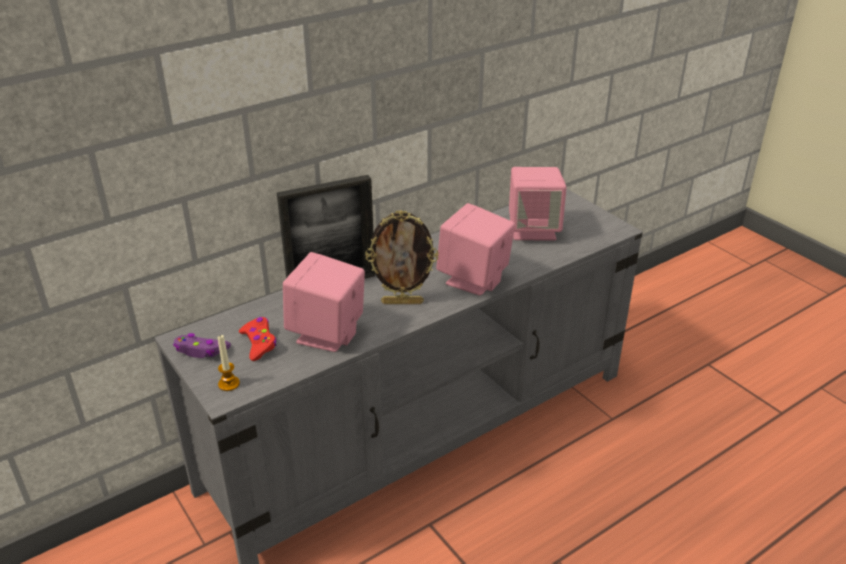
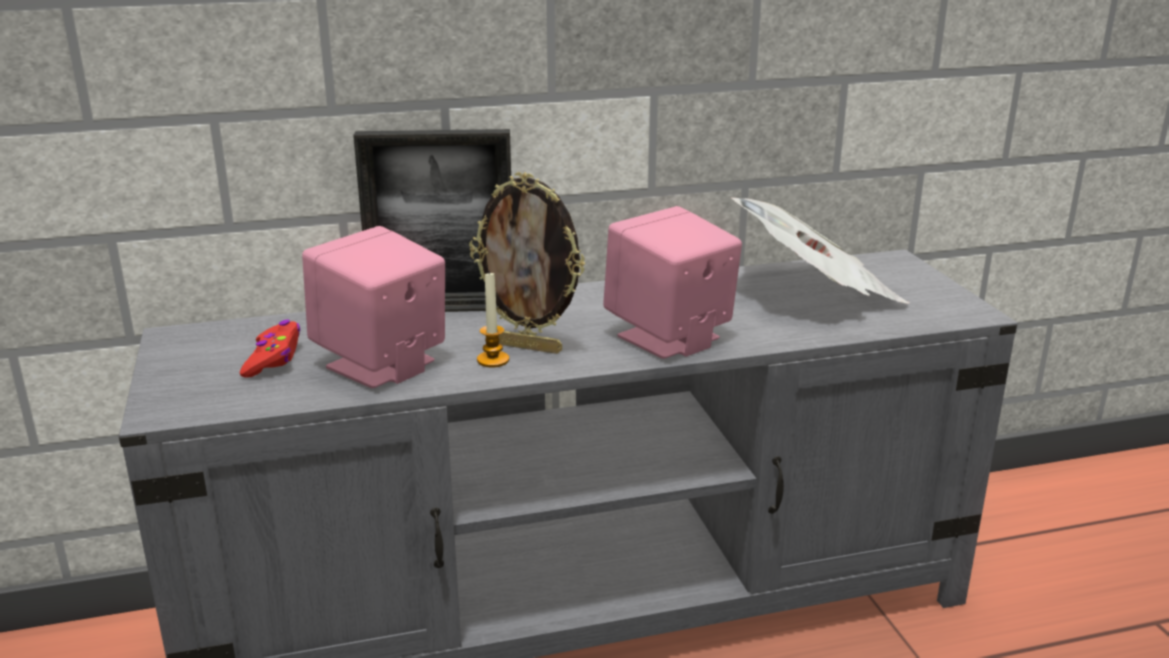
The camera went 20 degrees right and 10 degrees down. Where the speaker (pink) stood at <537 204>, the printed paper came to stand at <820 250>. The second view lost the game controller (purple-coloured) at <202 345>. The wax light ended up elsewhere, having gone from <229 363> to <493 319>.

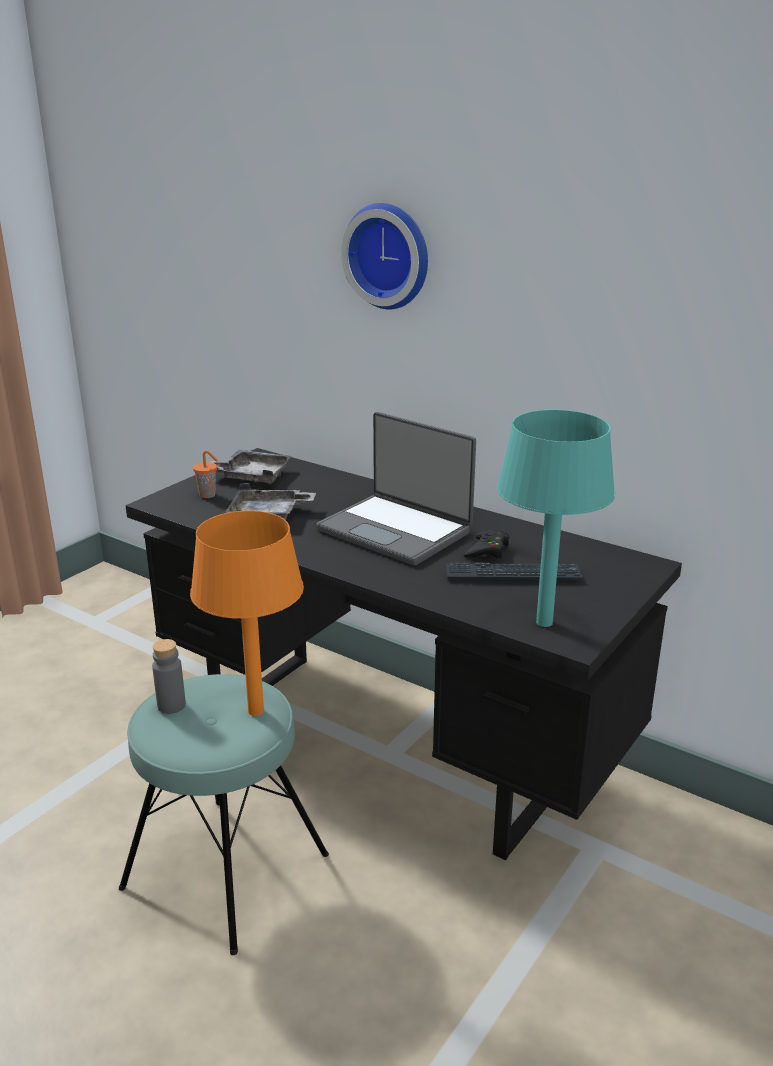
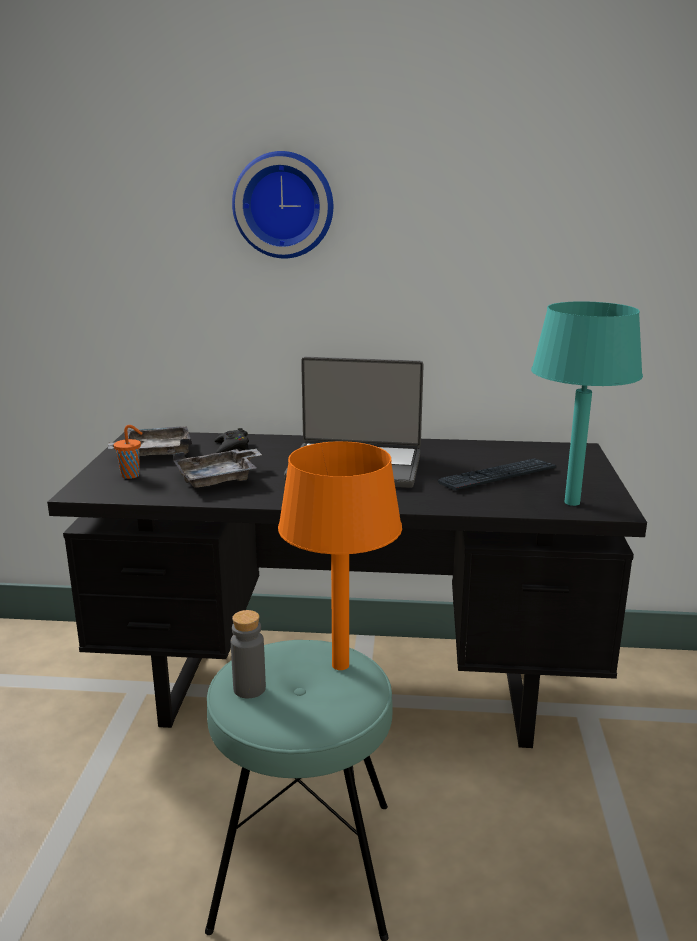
The camera went 30 degrees left and 5 degrees down. The game controller (black-coloured) ended up elsewhere, having gone from <487 543> to <231 440>.

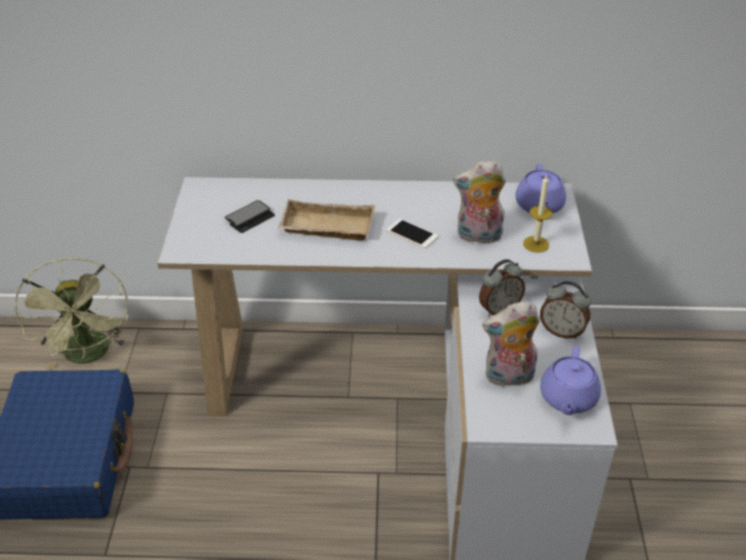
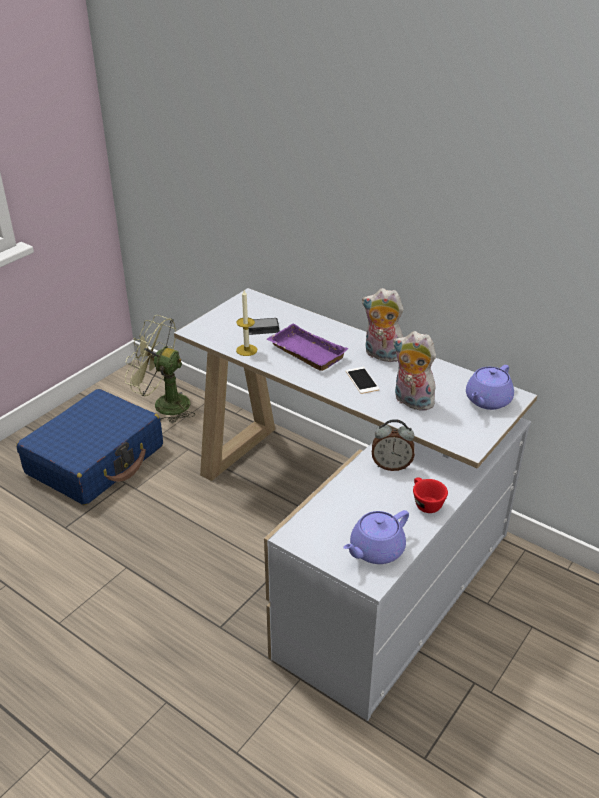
The camera went 35 degrees right and 5 degrees down. The wax light ended up elsewhere, having gone from <537 213> to <246 323>. What was the tray (beige) at <326 220> turned into the tray (purple-coloured) at <307 347>. The fan (greenish) at <71 314> ended up facing another way, 90 degrees clockwise from before. Where the table clock stood at <565 310>, the drinking cup (red) came to stand at <430 495>. The plush toy ended up elsewhere, having gone from <511 344> to <382 325>.

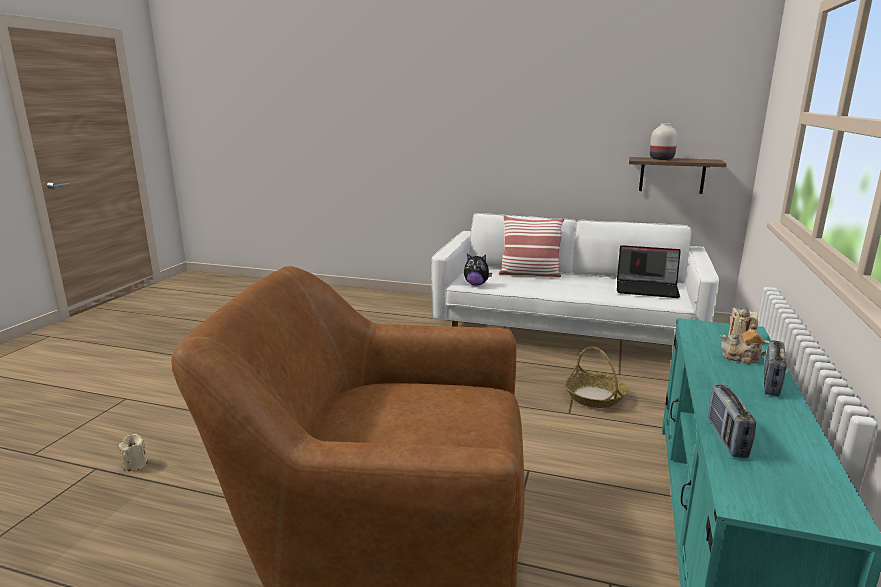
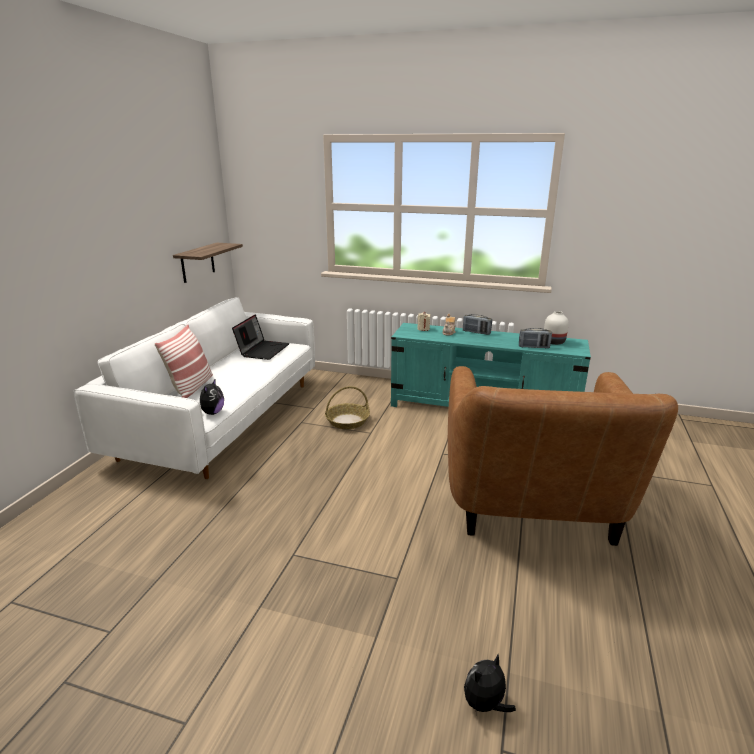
The camera went 90 degrees left and 5 degrees up. The flower vase (white-coloured) ended up elsewhere, having gone from <664 141> to <556 328>. Where the wax light (beige) stood at <133 452>, the plush toy came to stand at <490 685>.

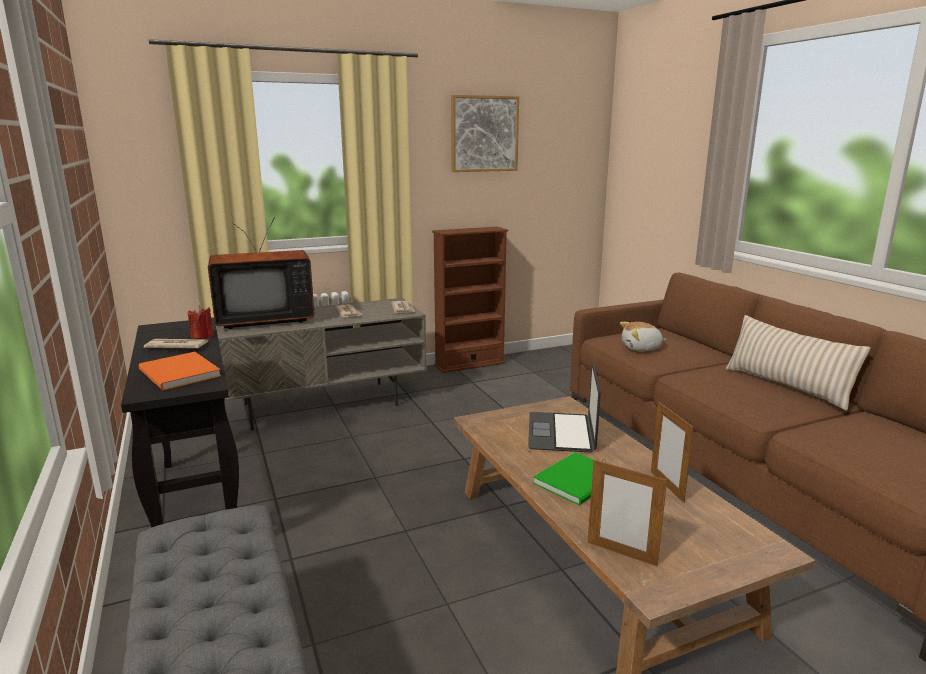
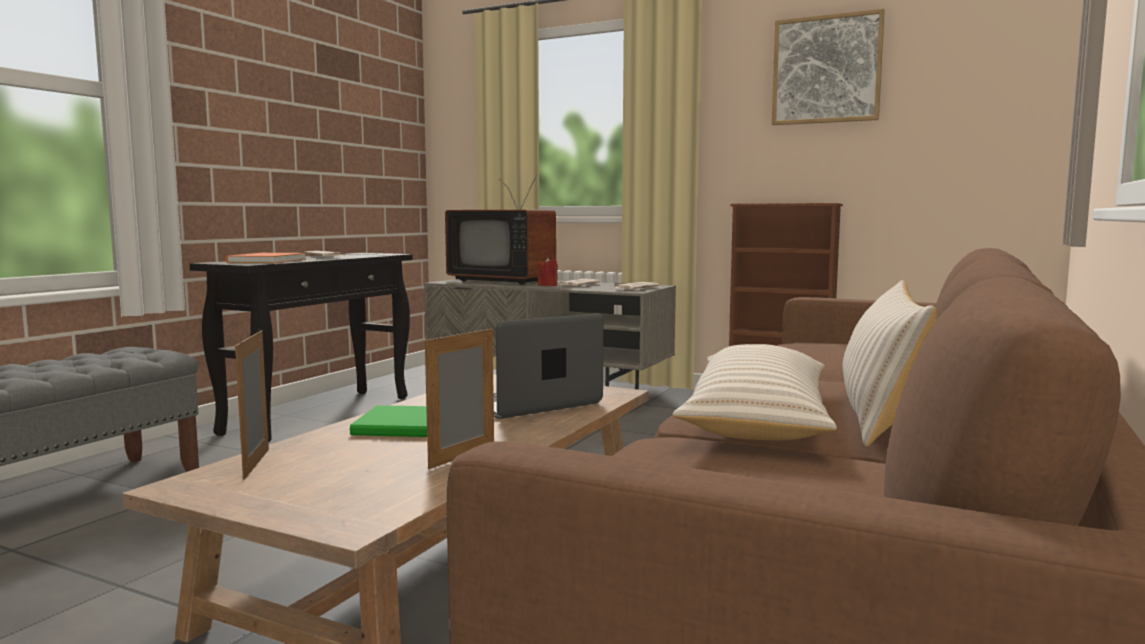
The camera went 50 degrees right and 10 degrees down. The wax light (red) ended up elsewhere, having gone from <201 322> to <547 272>. The second view lost the plush toy at <643 336>. The second view gained the pillow (beige) at <754 392>.

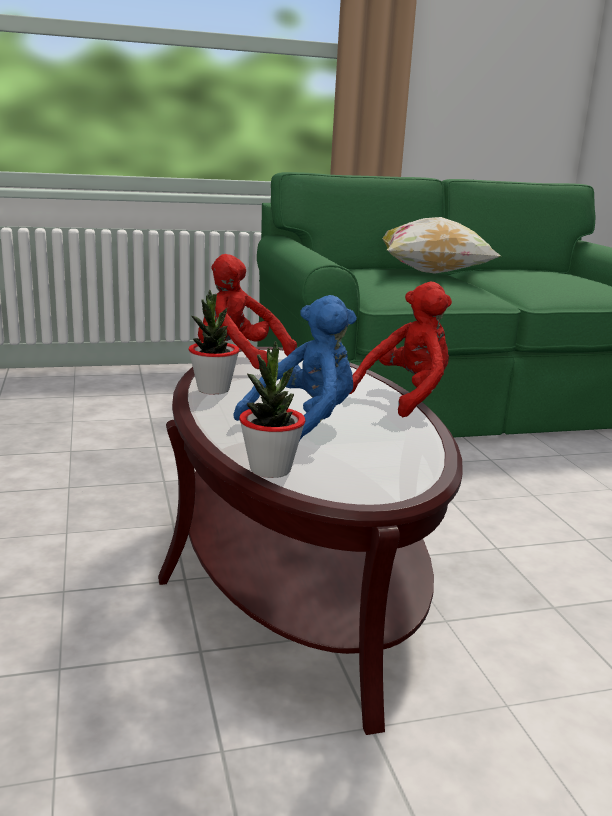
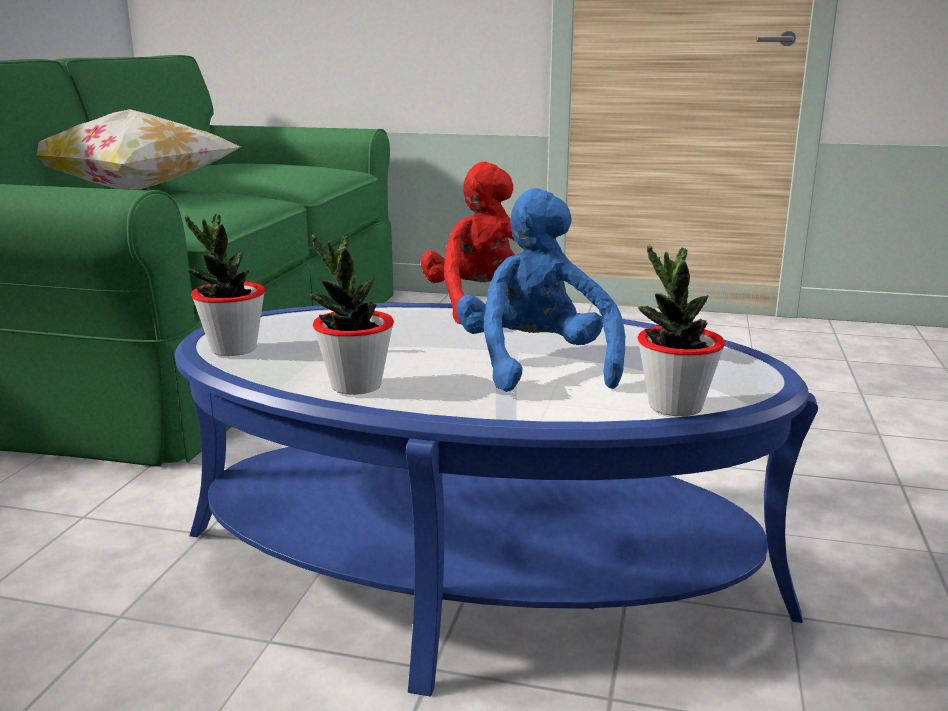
The camera went 60 degrees left and 0 degrees up. Where the plush toy (red) stood at <247 311>, the plant in a pot came to stand at <225 285>. What was the lounge table (brown) at <310 541> turned into the lounge table (bluish) at <496 500>.

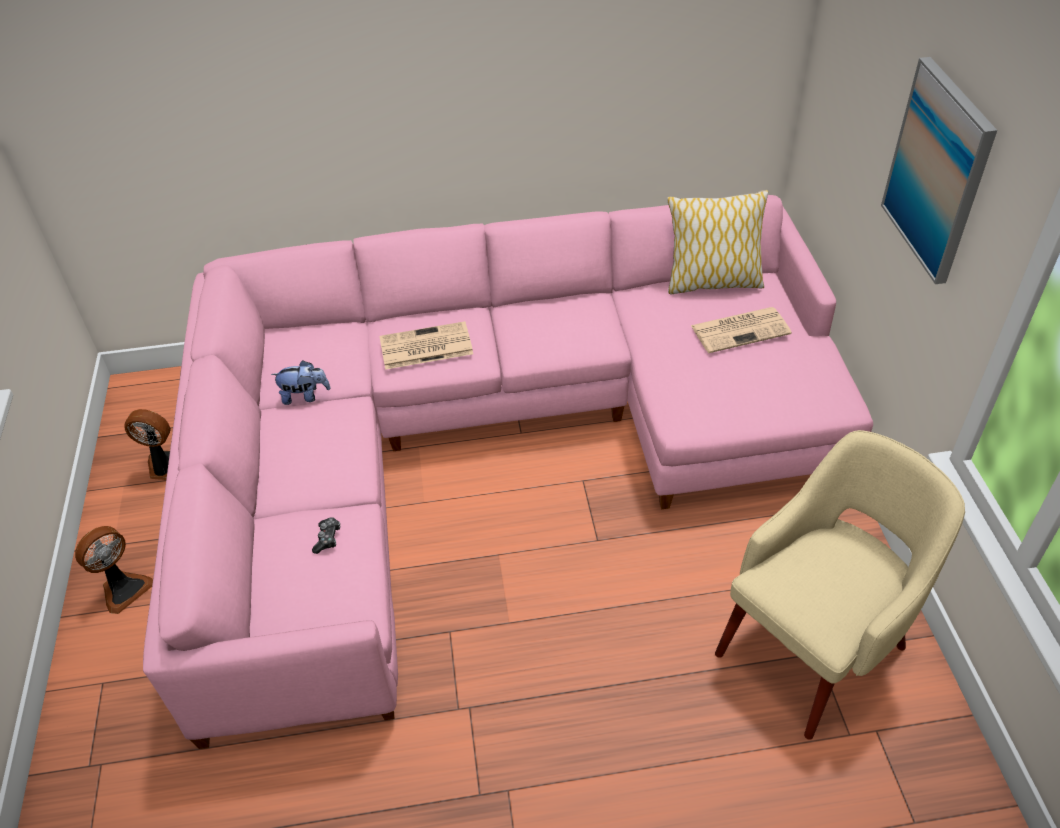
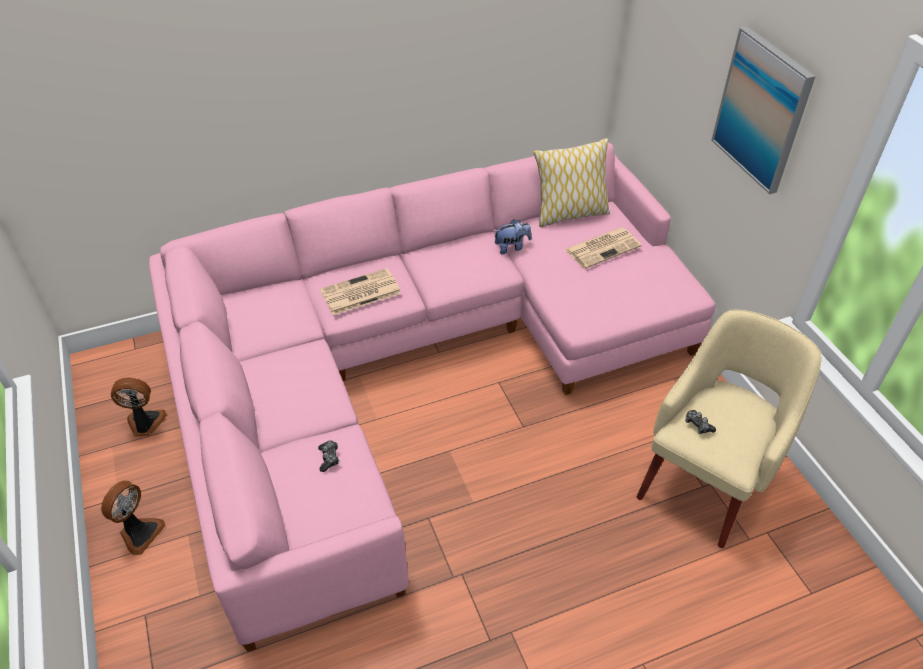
The camera went 15 degrees left and 0 degrees up. The plush toy ended up elsewhere, having gone from <300 382> to <513 236>. The second view gained the game controller at <700 422>.

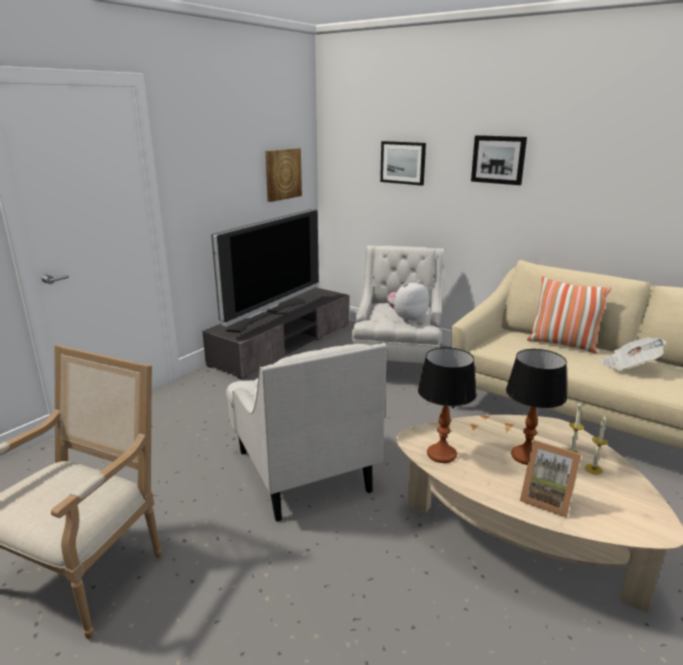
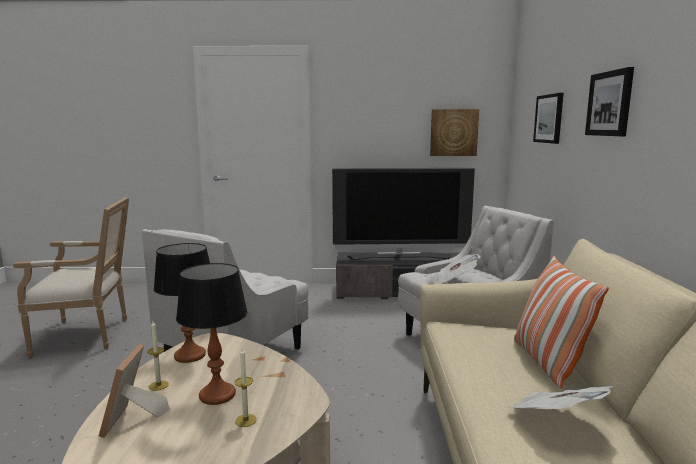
The camera went 55 degrees right and 10 degrees down. Where the plush toy stood at <408 301>, the printed paper came to stand at <454 269>. The wax light ended up elsewhere, having gone from <596 445> to <158 356>.

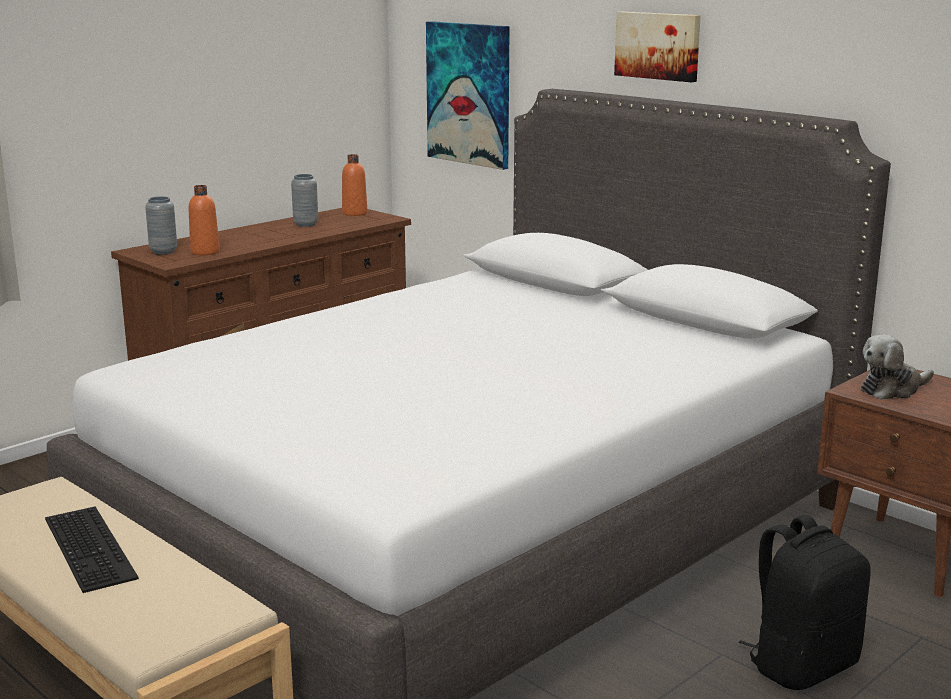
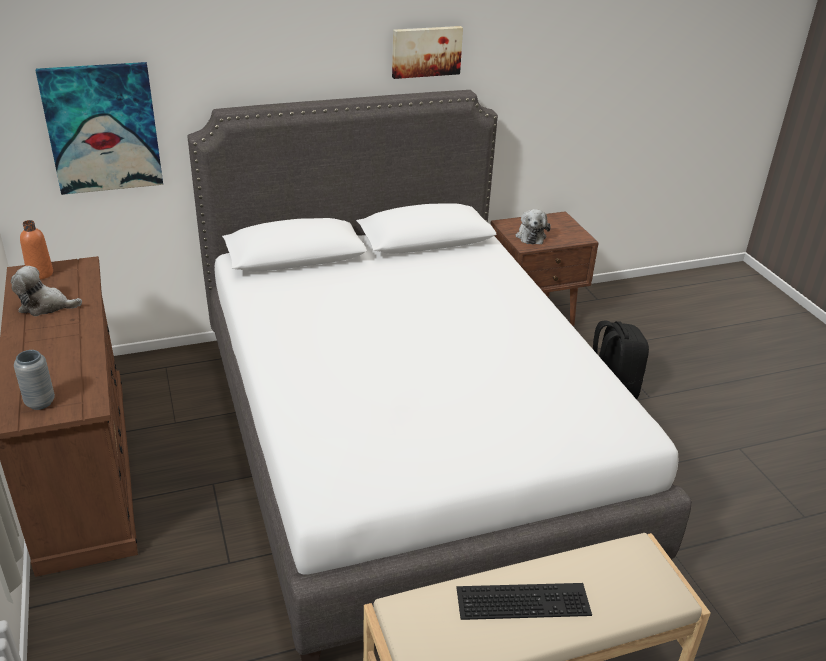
The camera went 65 degrees left and 15 degrees up. The picture ended up elsewhere, having gone from <657 47> to <427 52>. Where the flower vase (grey) stood at <304 200>, the plush toy came to stand at <46 291>. The second view lost the drink bottle (orange-coloured) at <204 220>.

